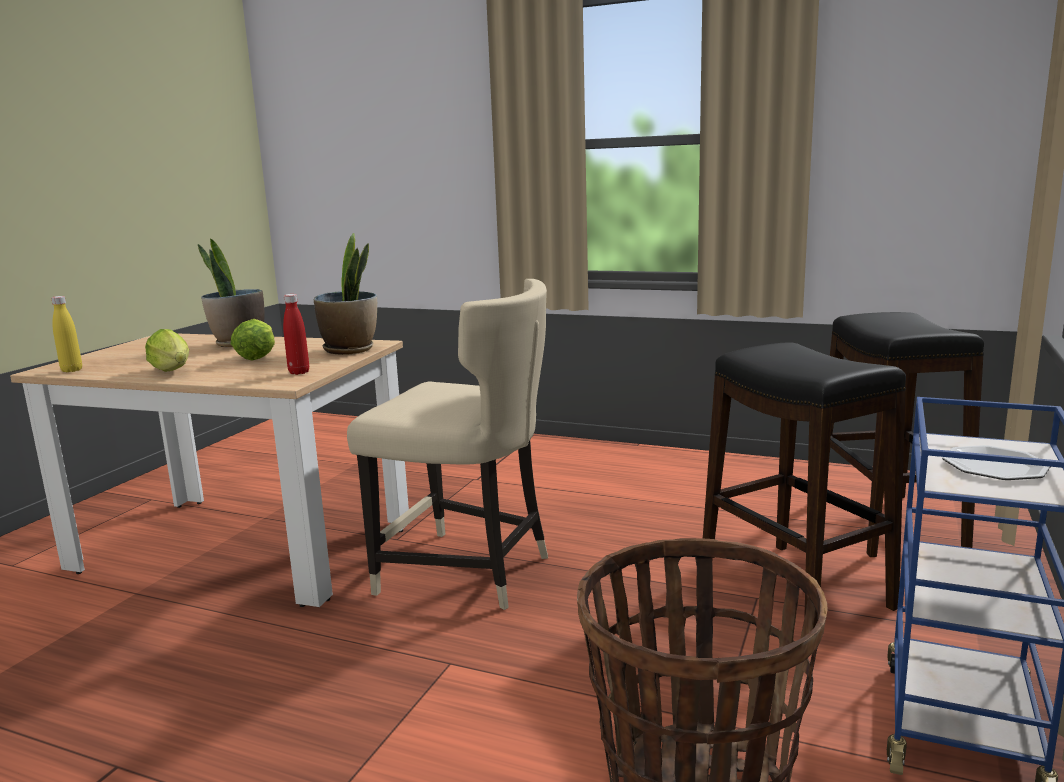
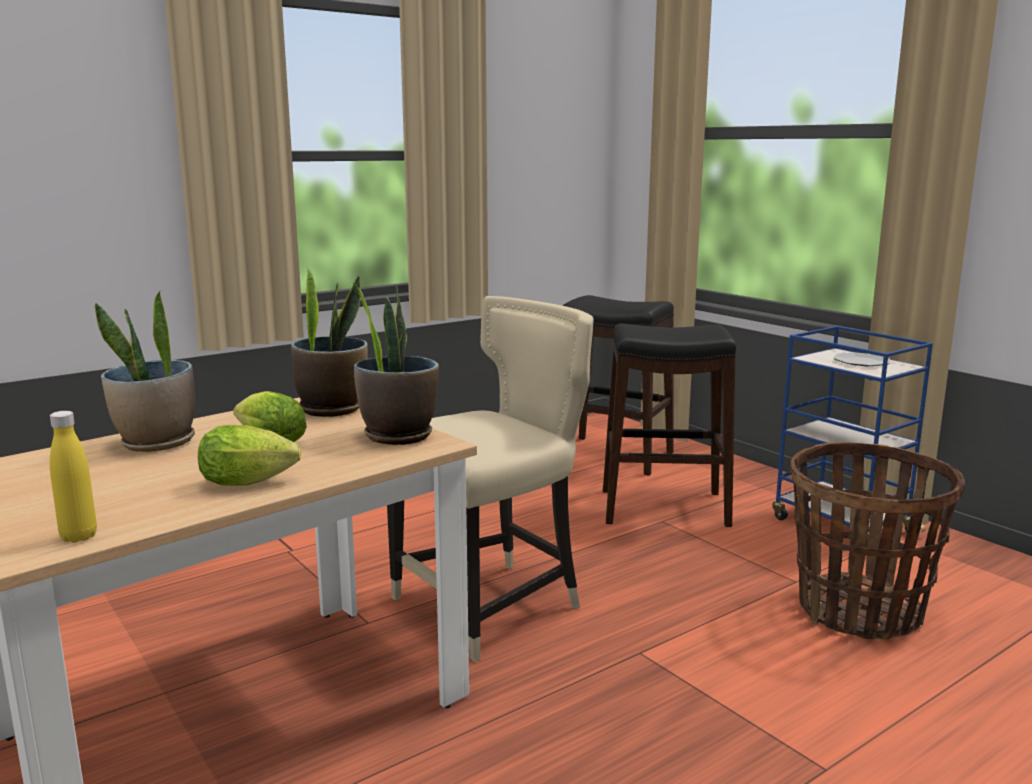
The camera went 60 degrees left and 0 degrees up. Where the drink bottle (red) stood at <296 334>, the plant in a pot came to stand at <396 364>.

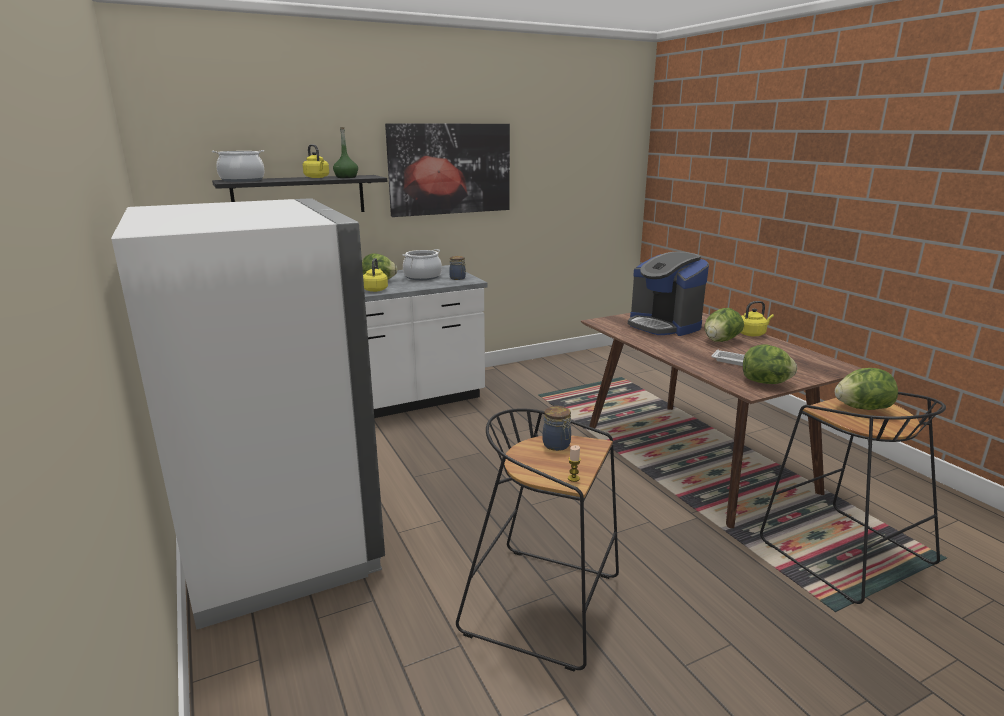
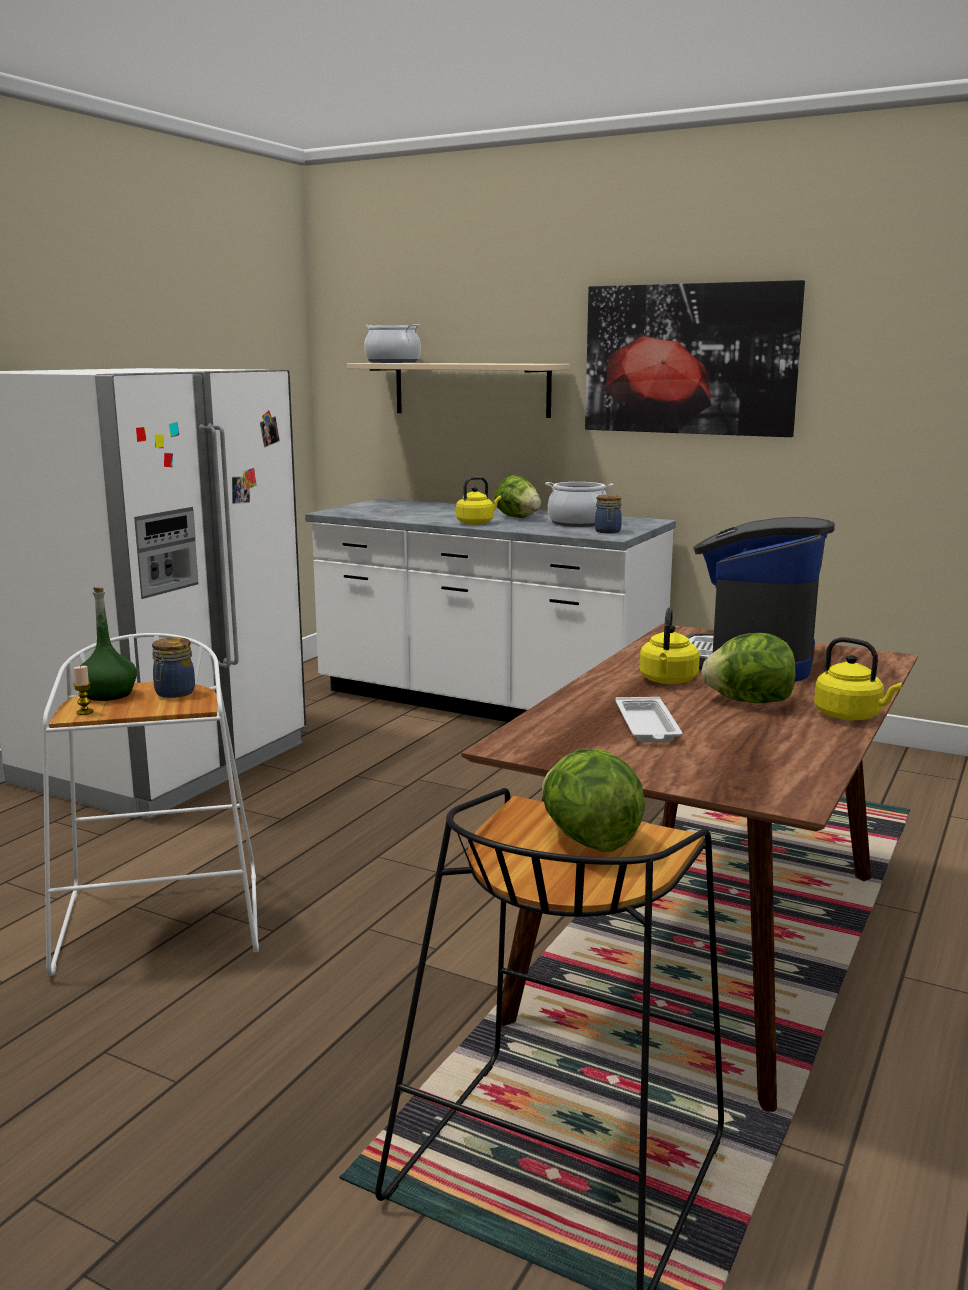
The camera went 55 degrees right and 5 degrees down. The drink bottle (greenish) ended up elsewhere, having gone from <345 152> to <109 644>. The water kettle (yellow) ended up elsewhere, having gone from <316 161> to <670 646>. What was the bracket shelf (black-coloured) at <299 193> turned into the bracket shelf (beige) at <458 390>. The second view lost the head of lettuce at <770 364>. What was the sitting stool (black-coloured) at <537 540> turned into the sitting stool (white-coloured) at <151 804>.

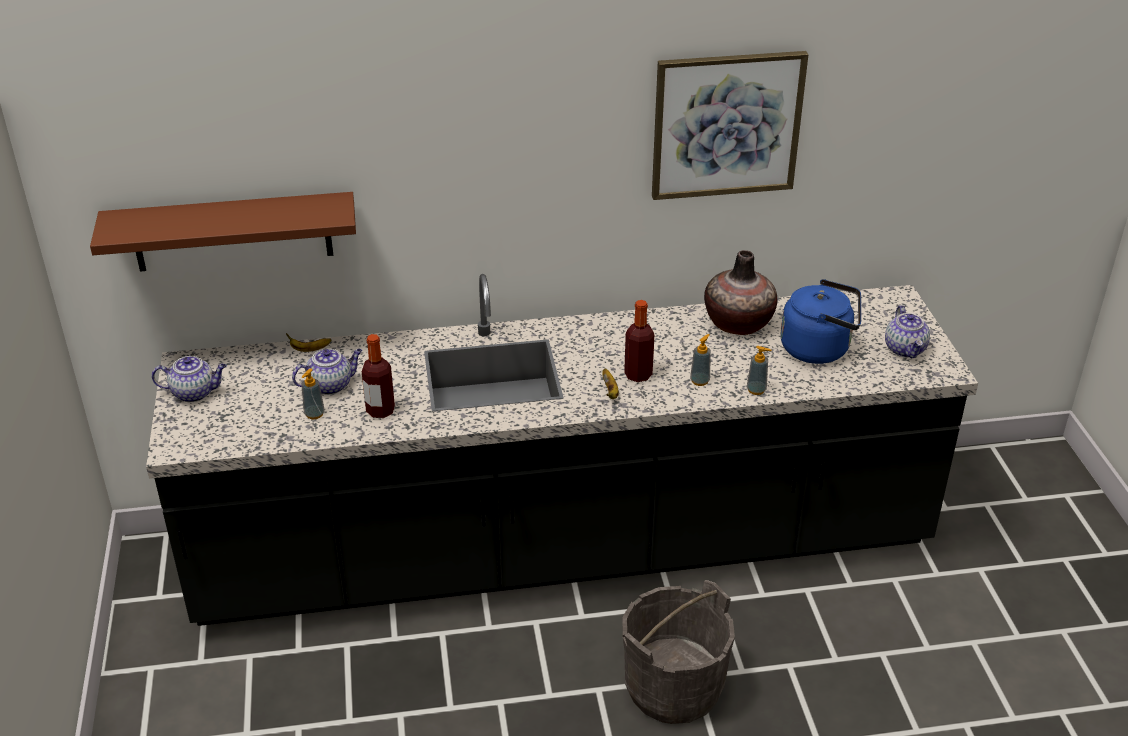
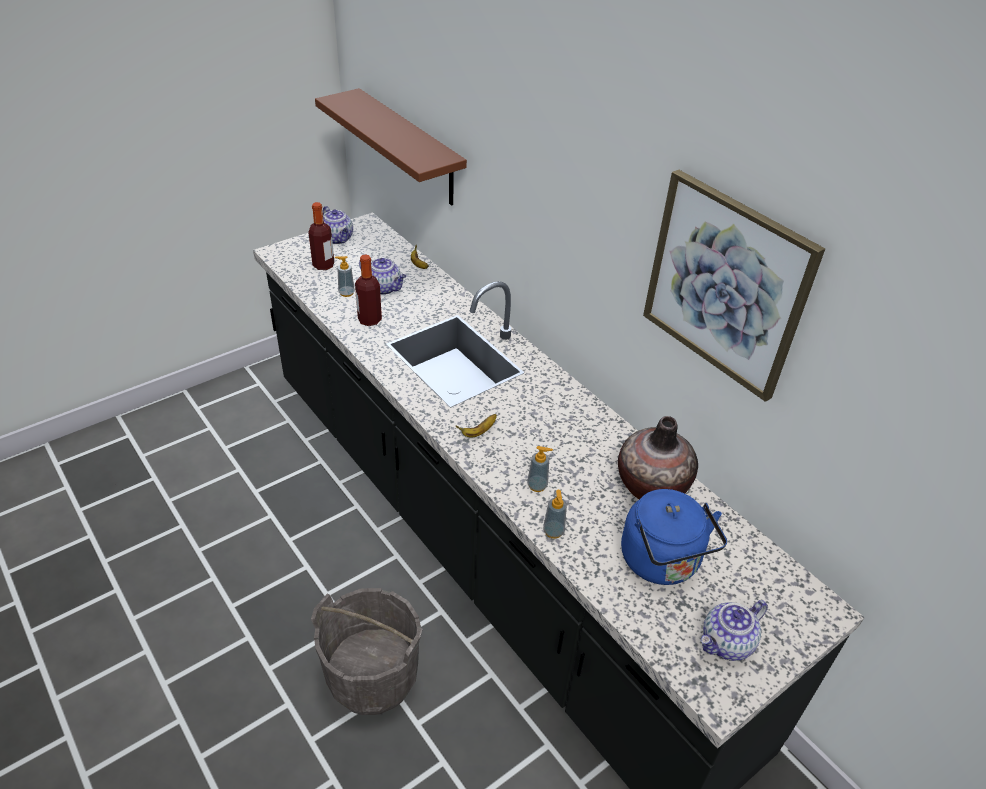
The camera went 60 degrees right and 5 degrees up. The drink bottle ended up elsewhere, having gone from <639 341> to <321 236>.

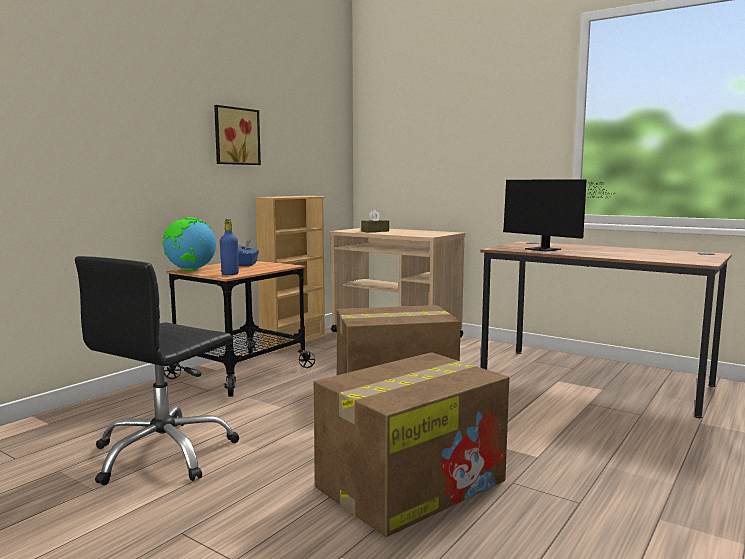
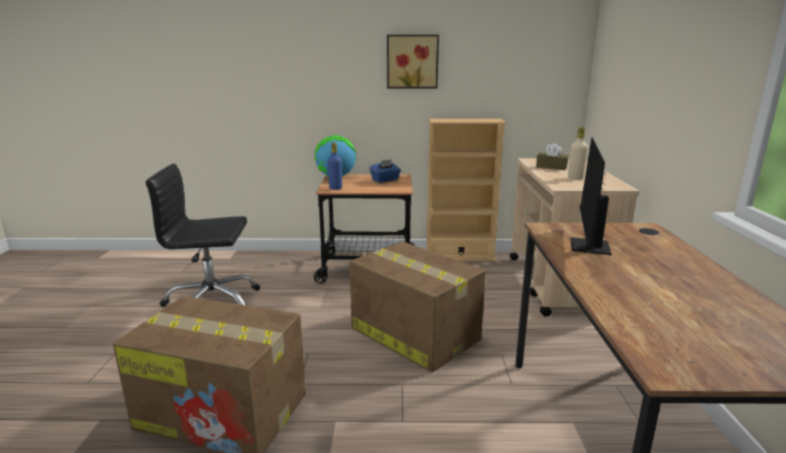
The camera went 55 degrees right and 10 degrees up. The second view gained the drink bottle (beige) at <578 153>.

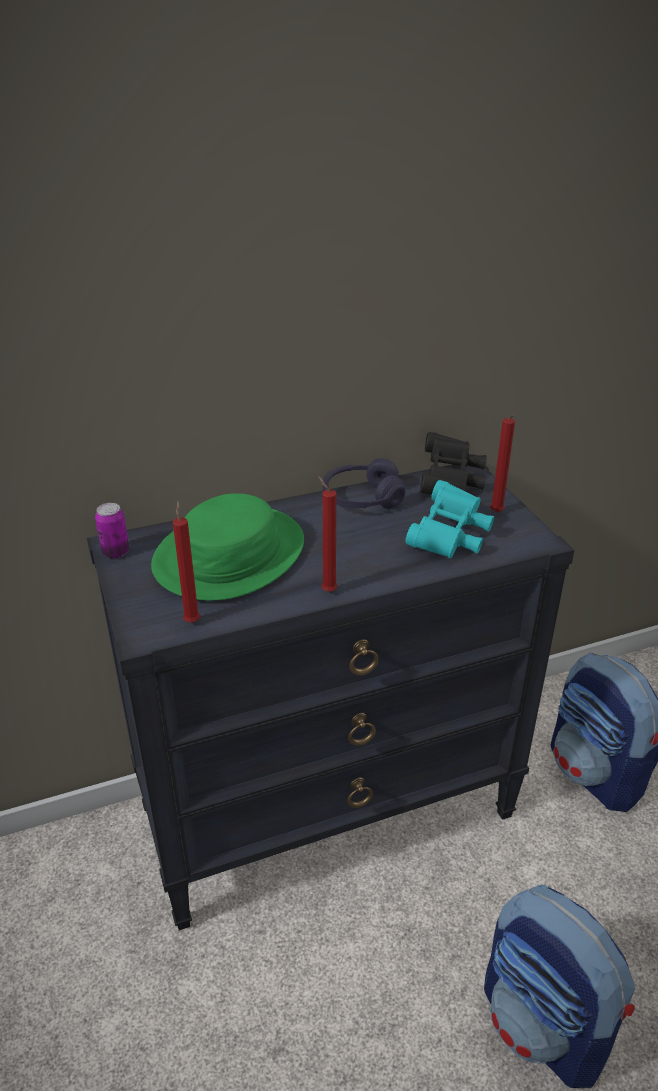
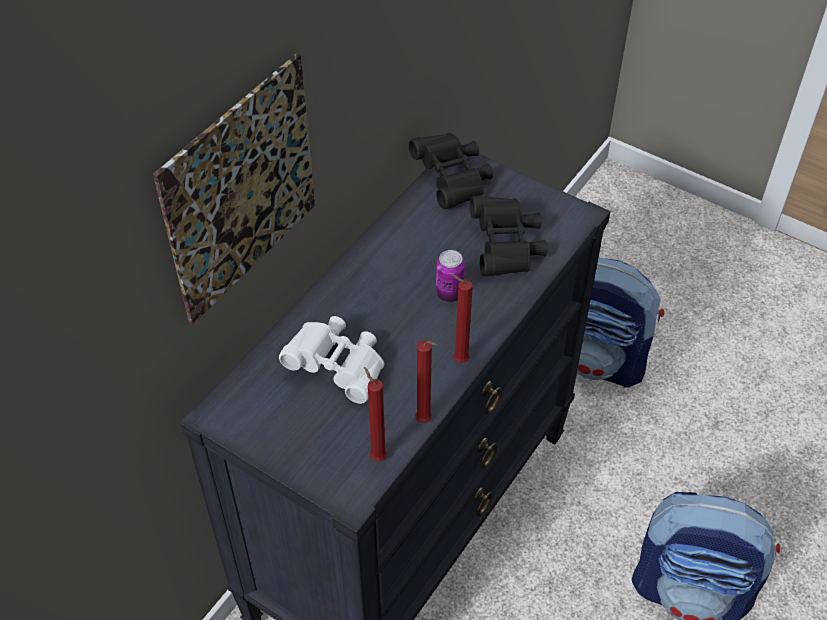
The camera went 35 degrees left and 15 degrees up. The wax light (red) ended up elsewhere, having gone from <503 463> to <426 381>. The second view lost the headset (purple-coloured) at <364 483>. What was the field glasses (turquoise) at <450 519> turned into the field glasses (black-coloured) at <509 235>. Where the hat (greenish) stood at <227 547>, the field glasses (white-coloured) came to stand at <331 360>. The can ended up elsewhere, having gone from <112 530> to <450 276>. The second view gained the picture at <234 188>.

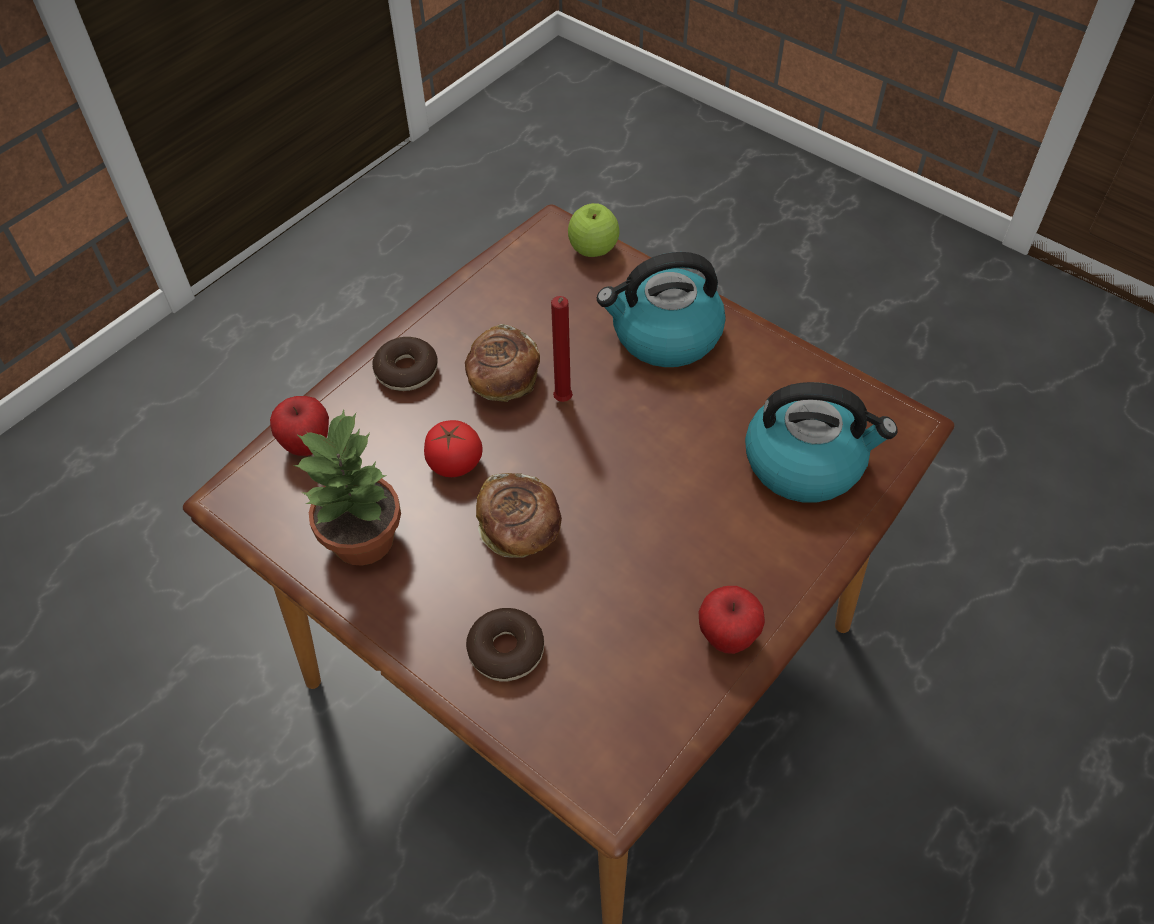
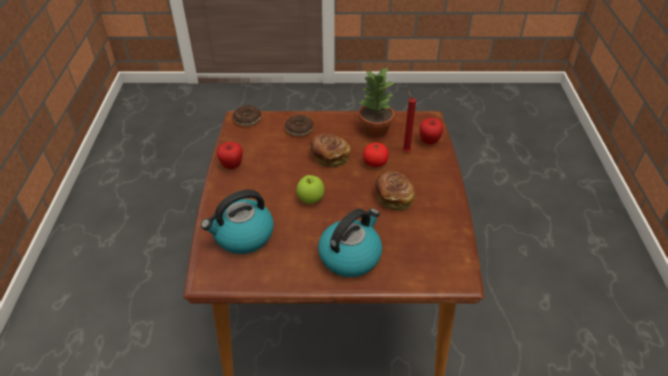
The camera went 140 degrees right and 10 degrees down. The whole apple ended up elsewhere, having gone from <594 230> to <310 189>. The wax light (red) ended up elsewhere, having gone from <562 349> to <409 121>. The donut ended up elsewhere, having gone from <405 364> to <247 115>.

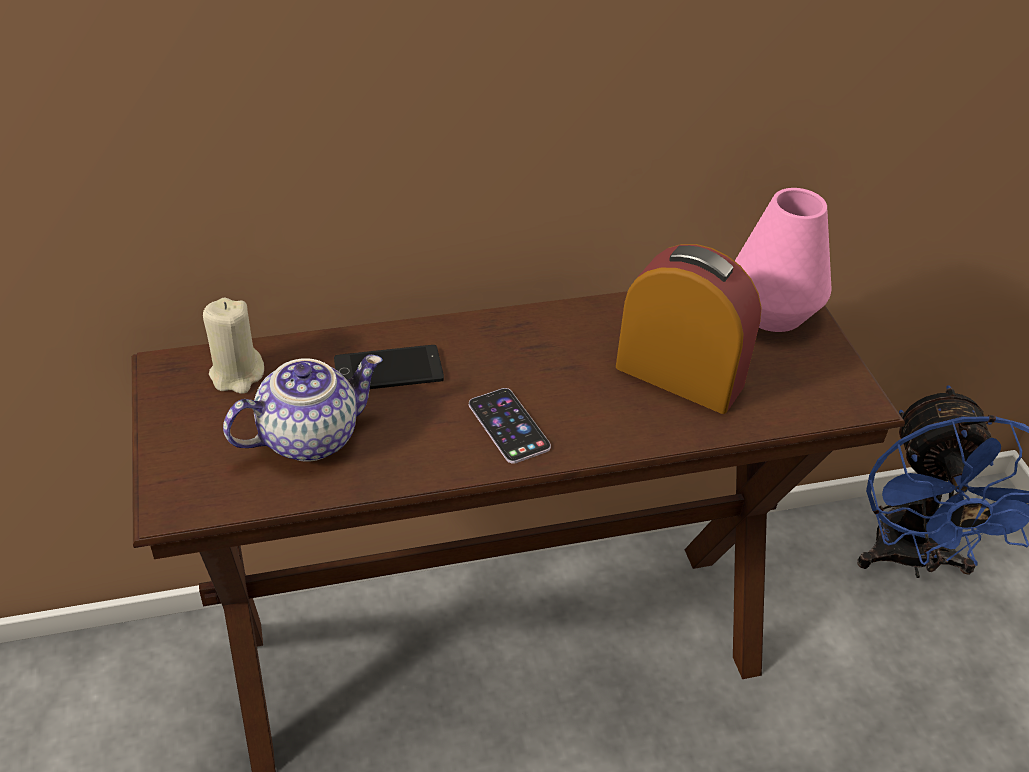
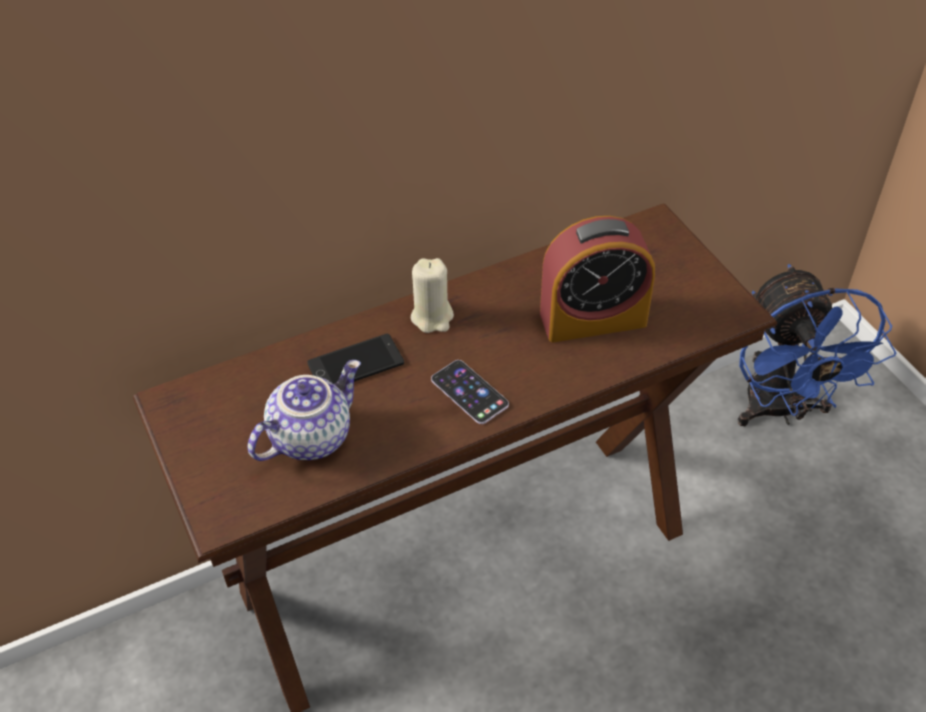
The camera went 10 degrees left and 5 degrees up. The second view lost the flower vase (pink) at <783 260>. The table clock at <689 329> ended up facing another way, 150 degrees clockwise from before. The wax light (beige) ended up elsewhere, having gone from <233 346> to <432 295>.

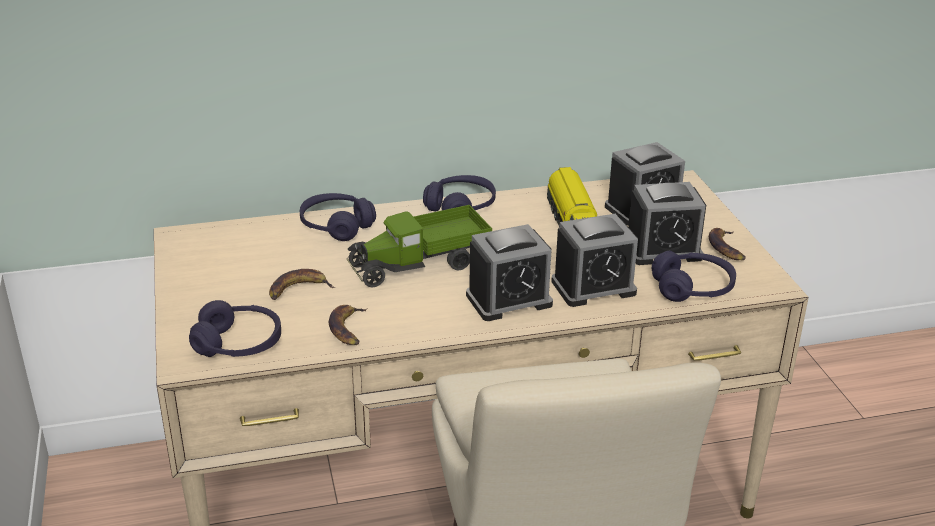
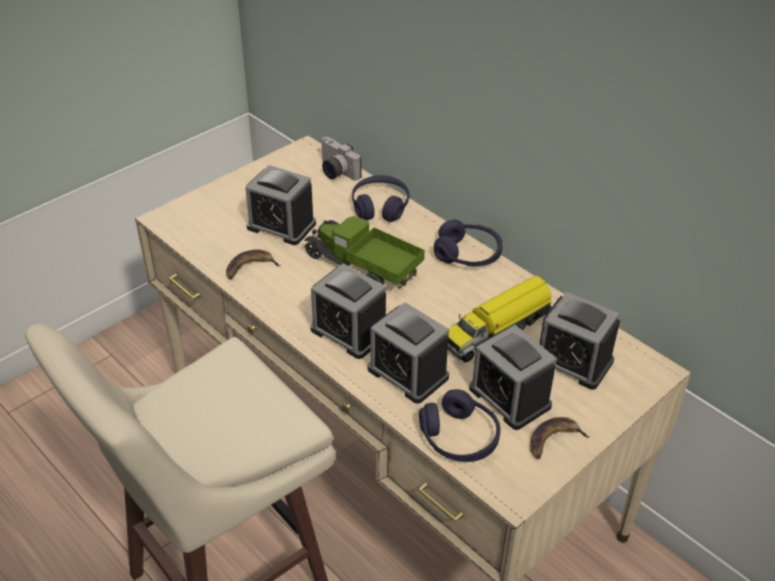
The camera went 60 degrees right and 10 degrees up. Where the whole banana stood at <302 284>, the table clock came to stand at <280 205>. The second view lost the headset (purple-coloured) at <235 328>. The second view gained the photo camera at <341 158>.

